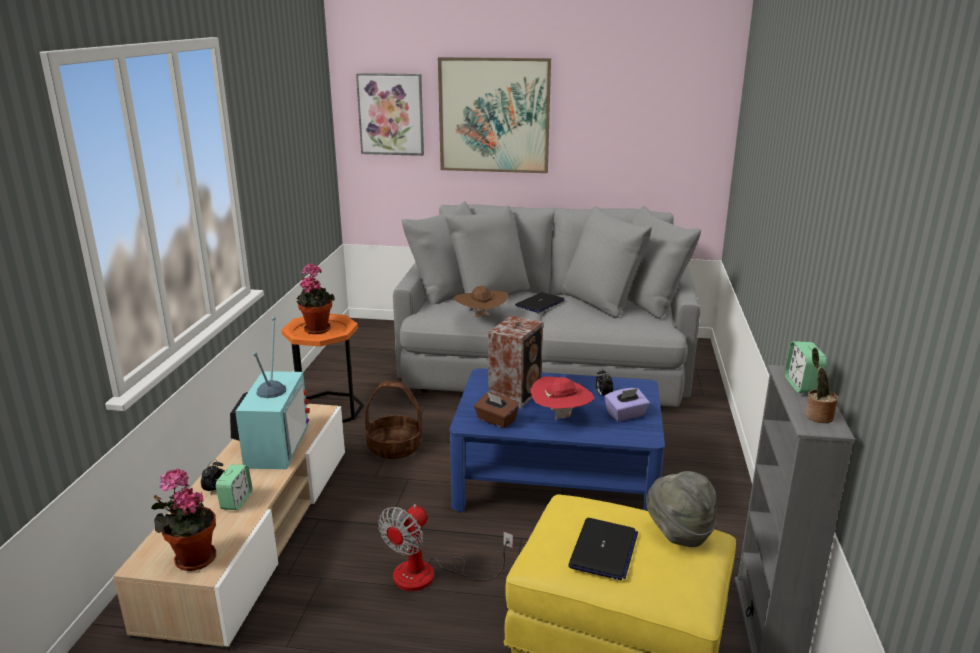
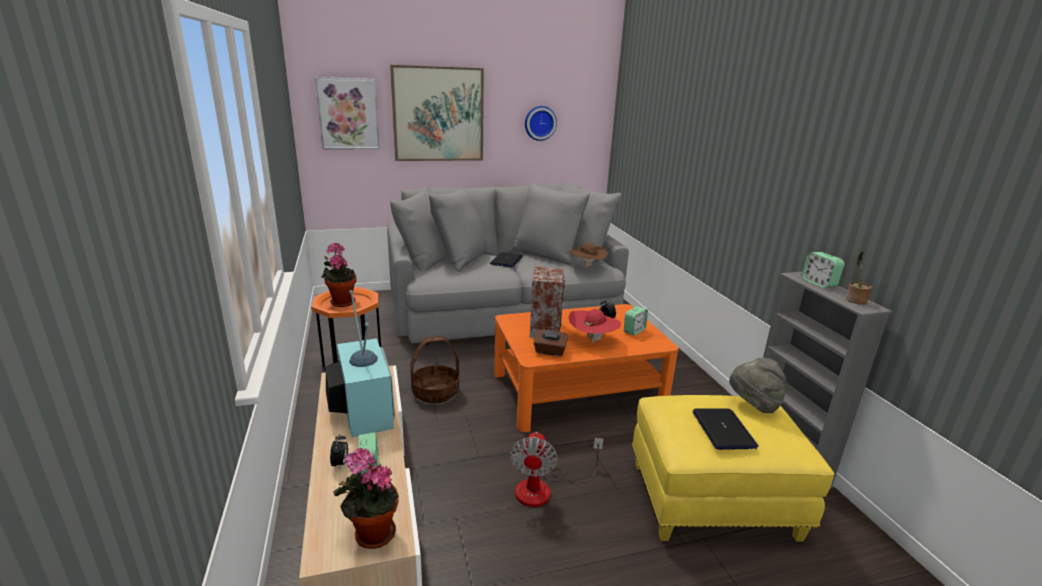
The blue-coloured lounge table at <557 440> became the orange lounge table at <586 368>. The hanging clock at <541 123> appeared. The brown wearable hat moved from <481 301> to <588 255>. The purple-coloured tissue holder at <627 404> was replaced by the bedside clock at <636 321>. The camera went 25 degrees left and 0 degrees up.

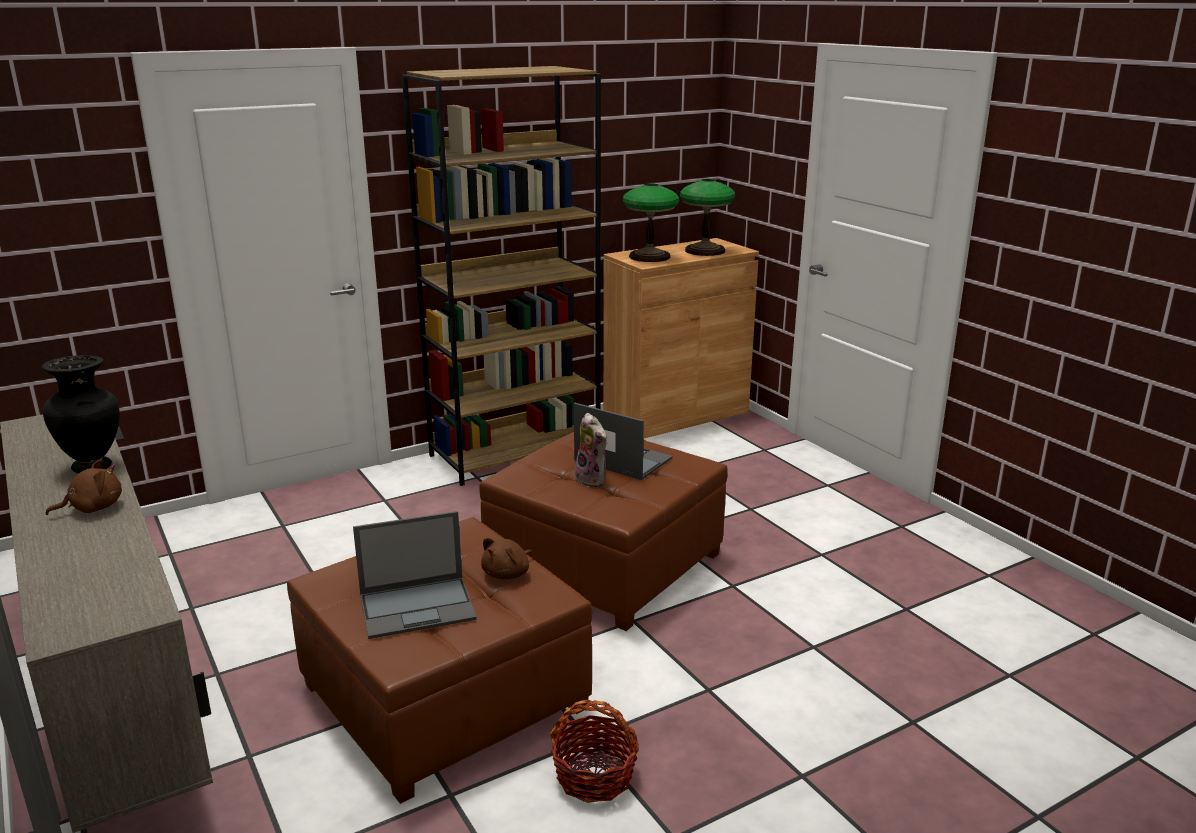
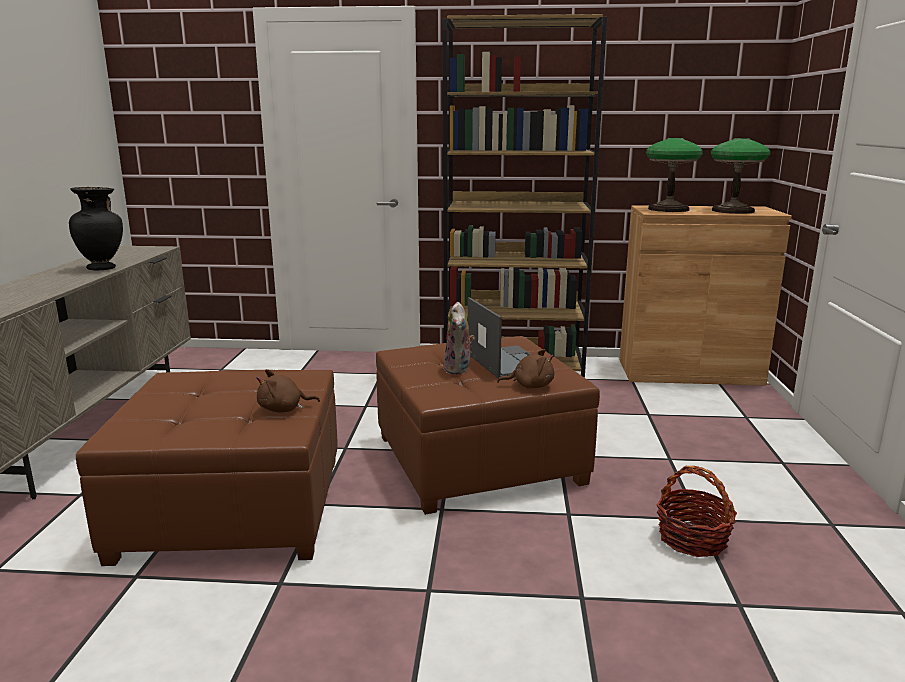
The brown cuddly toy moved from <84 487> to <525 368>. The household basket moved from <594 751> to <697 511>. The laptop at <415 575> disappeared. The camera went 35 degrees right and 5 degrees down.

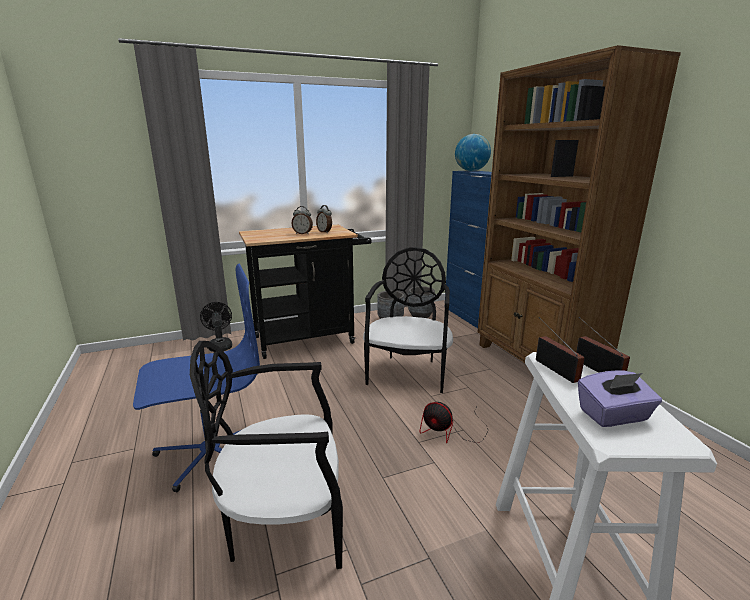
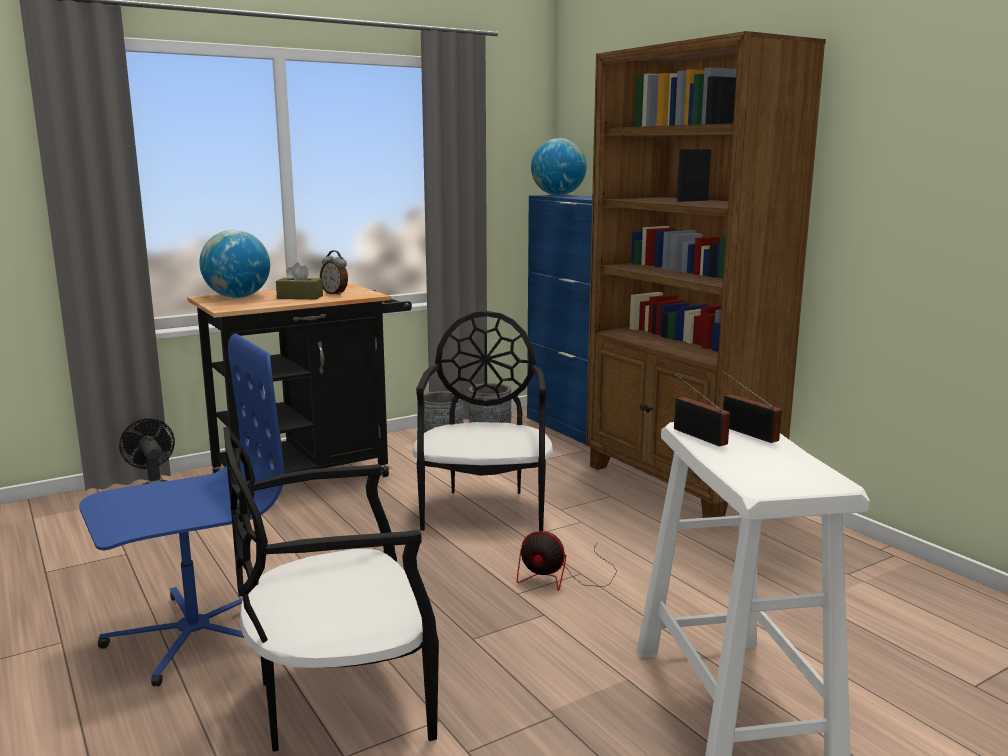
The desk globe at <234 264> appeared. The bedside clock at <302 220> was replaced by the brown tissue holder at <299 280>. The purple-coloured tissue holder at <620 399> disappeared. The camera went 10 degrees left and 5 degrees down.

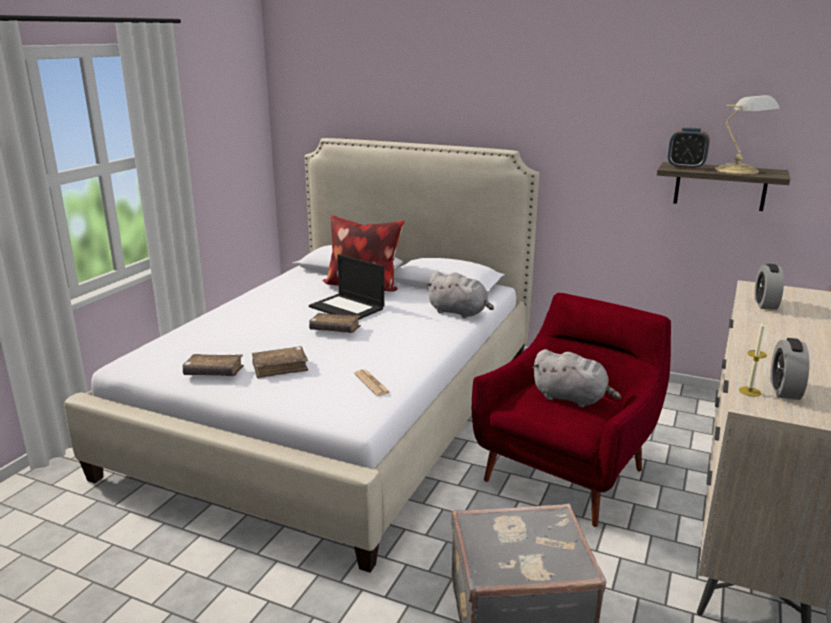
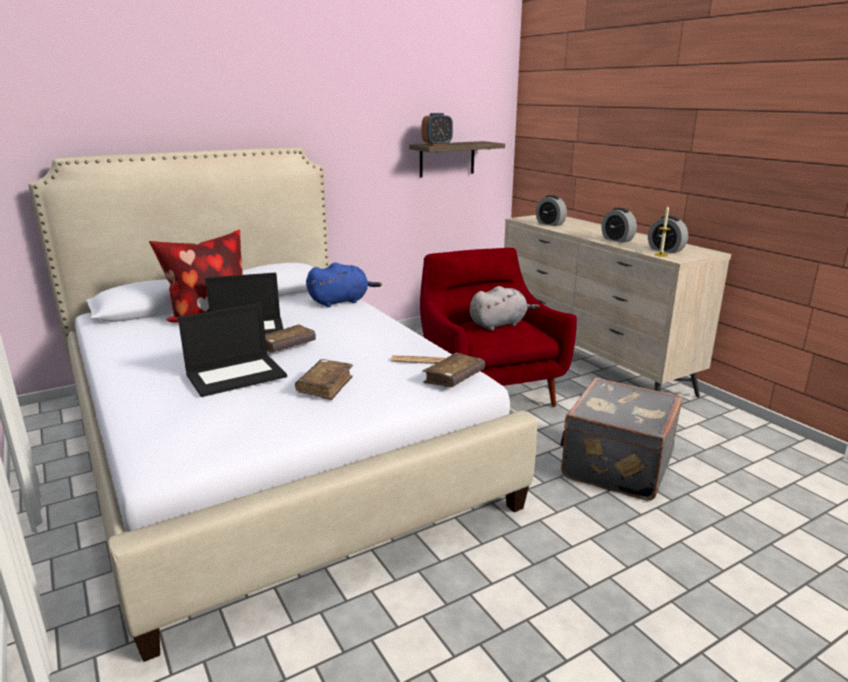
The laptop at <232 350> appeared. The grey cuddly toy at <460 294> became the blue-coloured cuddly toy at <344 285>. The brown book moved from <213 365> to <453 369>. The bedside clock at <619 225> appeared. The table lamp at <747 134> disappeared. The camera went 55 degrees left and 0 degrees up.

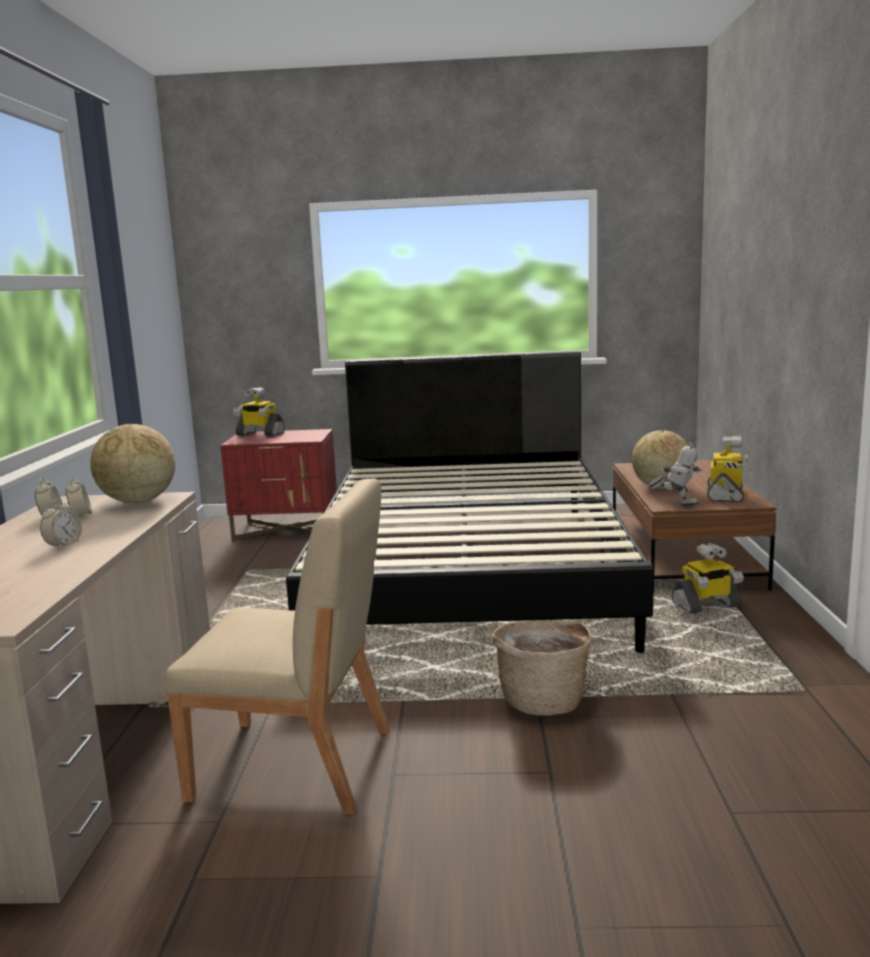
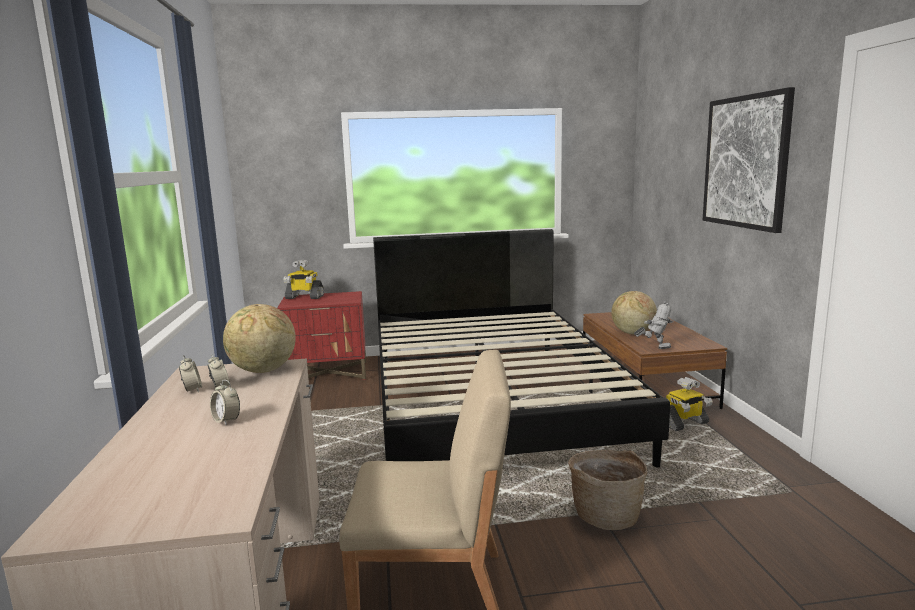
The bedside clock at <61 524> turned 120 degrees clockwise. The picture at <749 160> appeared. The robot figure at <729 469> disappeared. The camera went 10 degrees left and 0 degrees up.

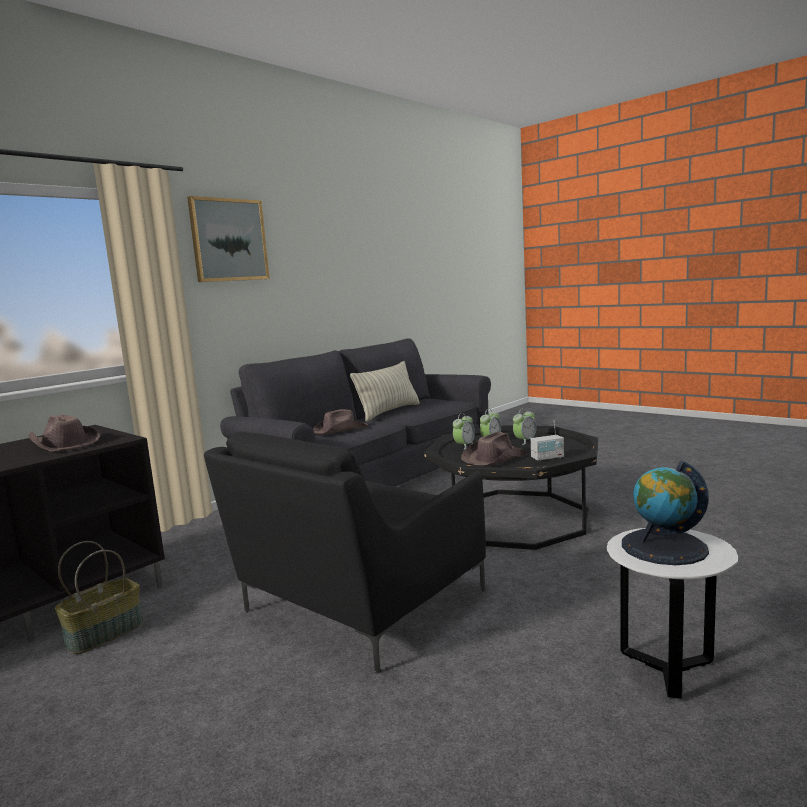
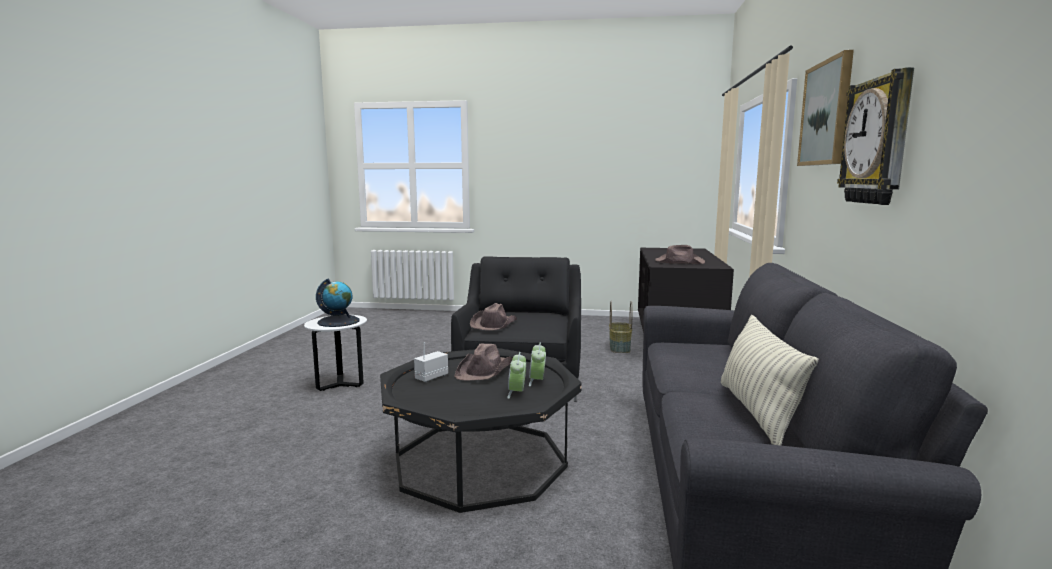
The brown wearable hat moved from <340 422> to <493 316>. The hanging clock at <875 136> appeared. The bedside clock at <525 426> disappeared. The camera went 145 degrees right and 0 degrees up.

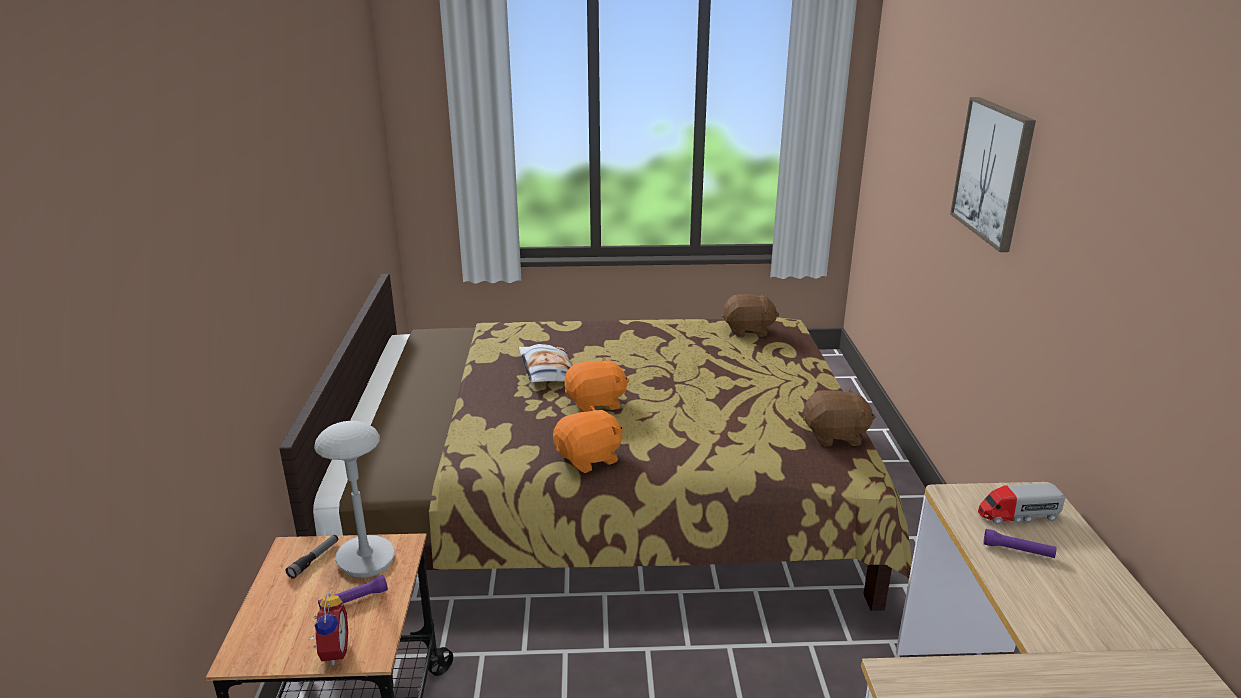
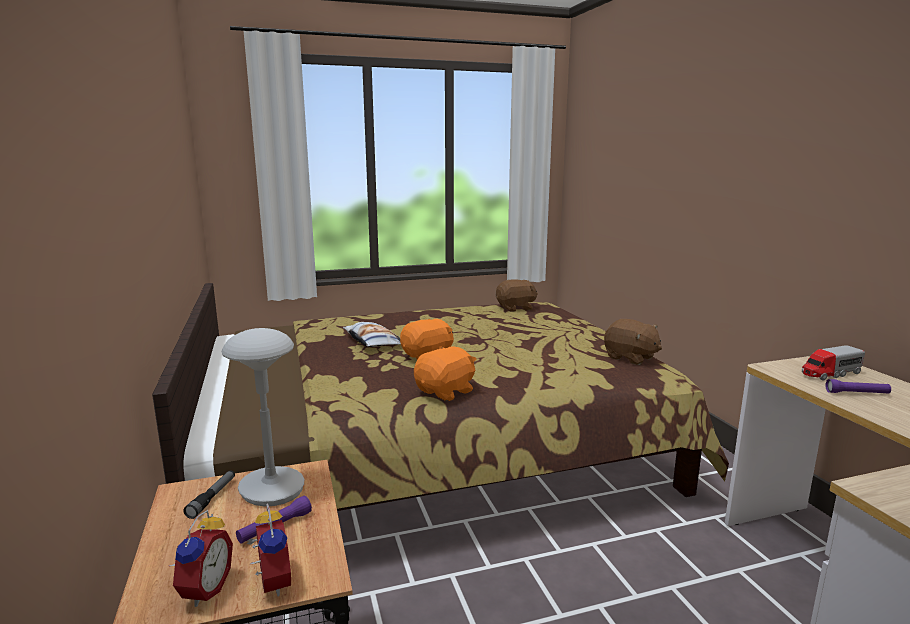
The bedside clock at <200 558> appeared. The brown cuddly toy at <839 417> turned 60 degrees clockwise. The picture at <993 174> disappeared. The camera went 15 degrees left and 10 degrees down.

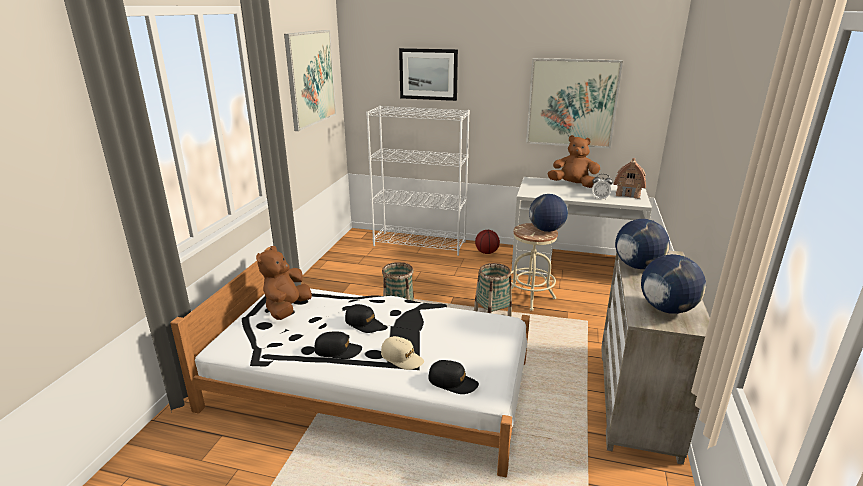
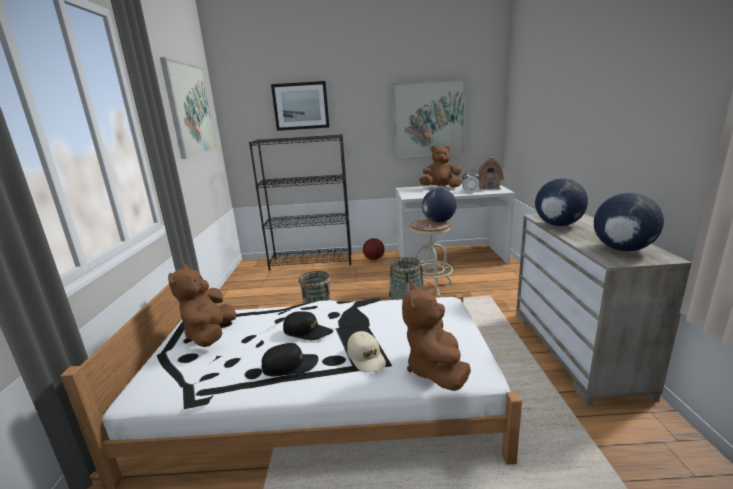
The white bookcase at <418 181> became the black-coloured bookcase at <300 202>. The sand-coloured cap at <402 353> turned 45 degrees clockwise. The black-coloured cap at <453 377> was replaced by the brown cuddly toy at <436 337>. The camera went 15 degrees left and 5 degrees down.

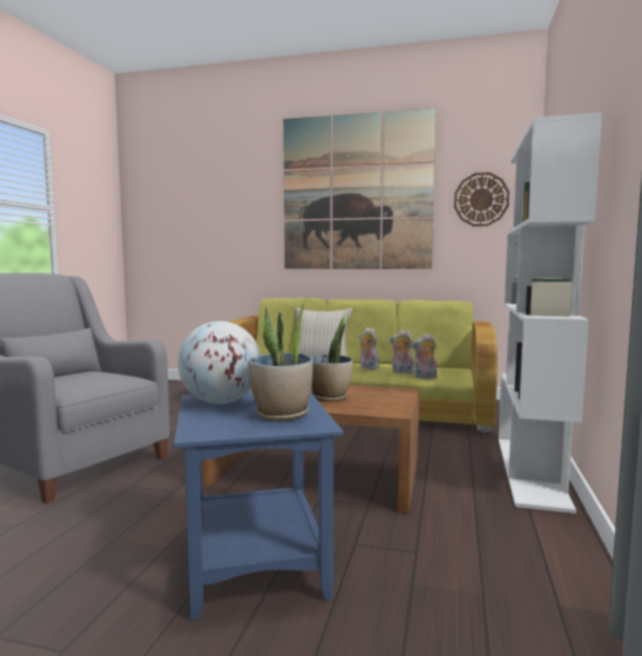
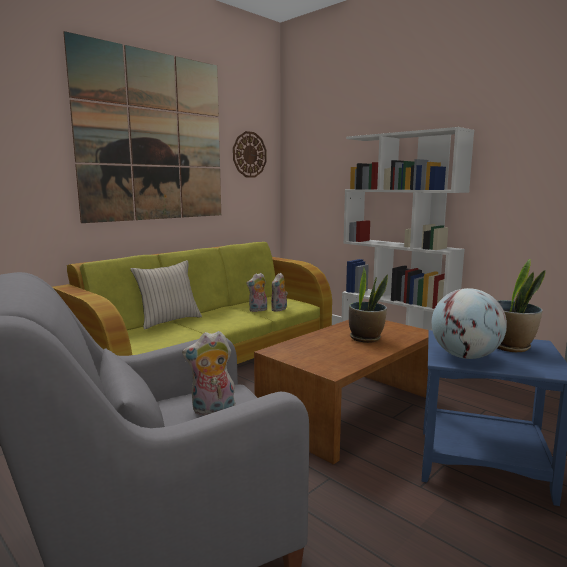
The cuddly toy moved from <369 348> to <208 373>. The camera went 60 degrees left and 5 degrees up.

